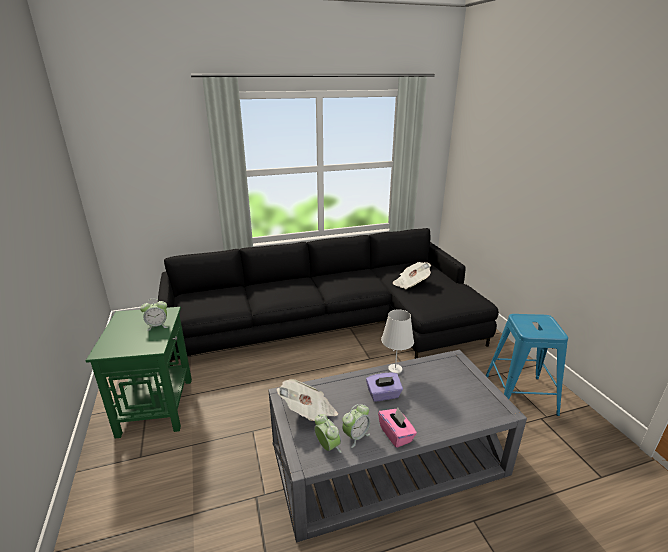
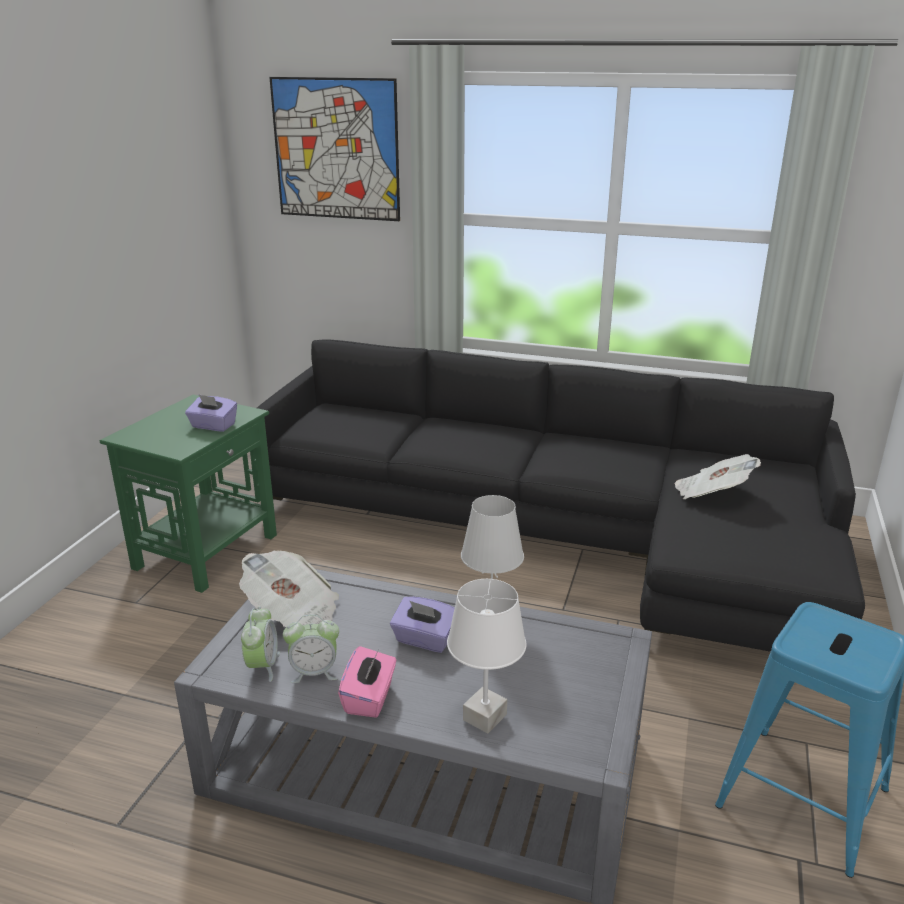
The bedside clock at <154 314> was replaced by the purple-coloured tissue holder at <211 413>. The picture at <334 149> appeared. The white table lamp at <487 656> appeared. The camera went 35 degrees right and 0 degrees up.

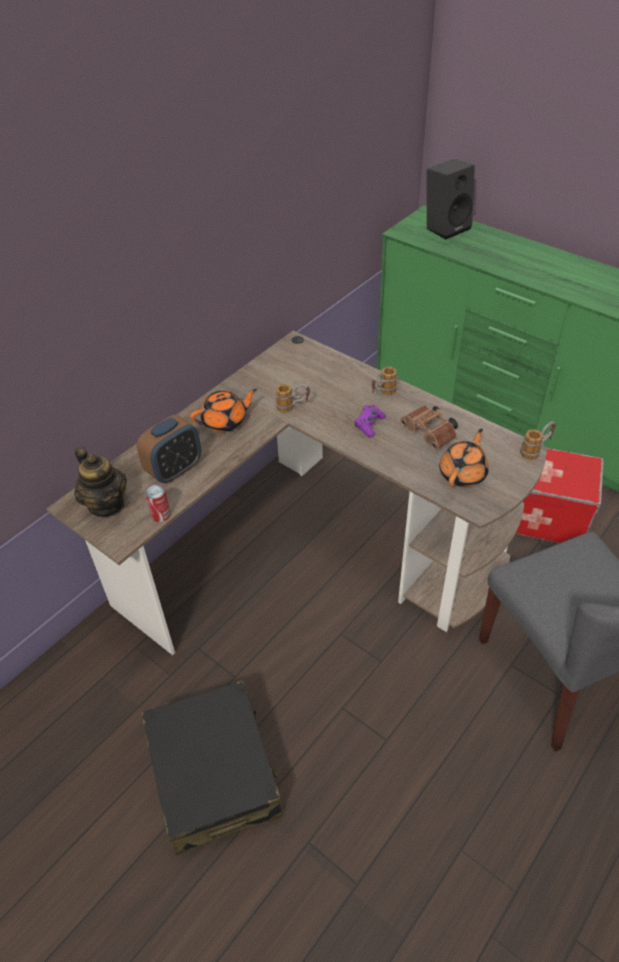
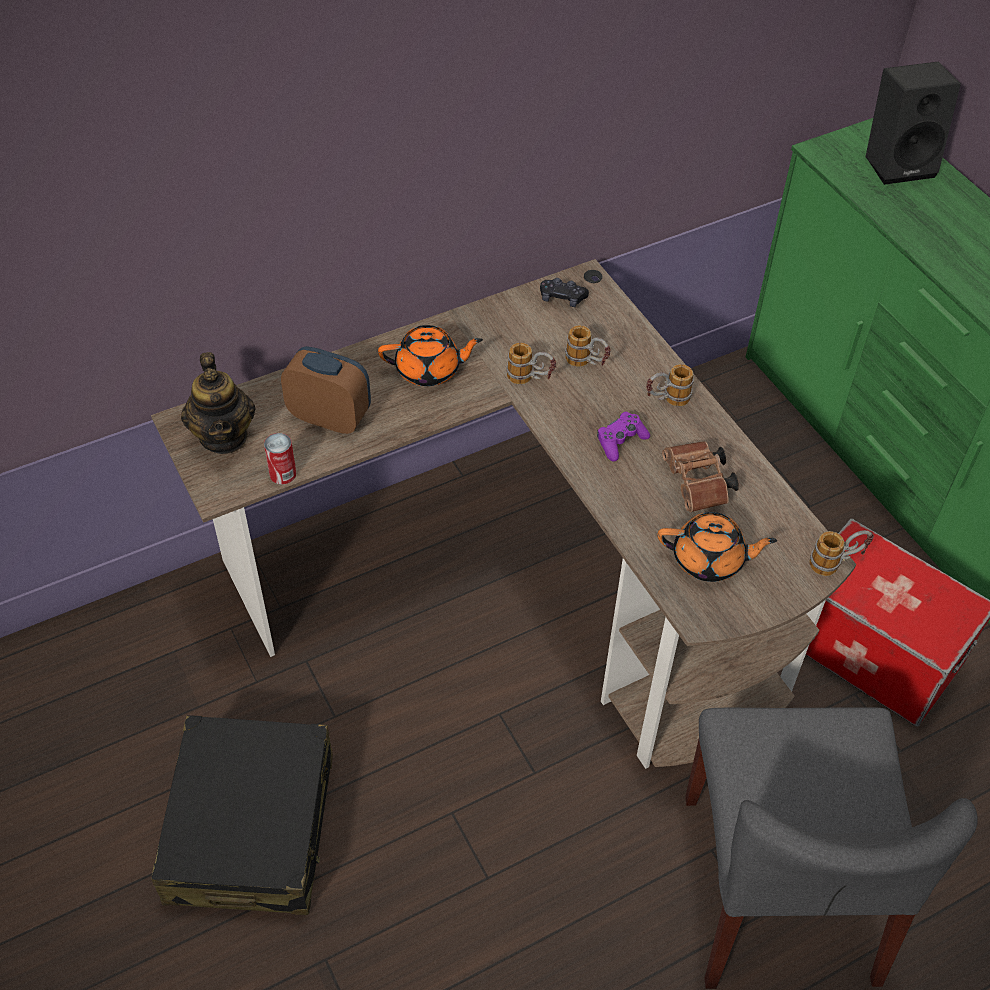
The bedside clock at <169 449> turned 135 degrees counterclockwise. The black-coloured gamepad at <564 292> appeared. The mug at <588 346> appeared. The orange pot for tea at <464 457> turned 45 degrees clockwise. The camera went 20 degrees right and 5 degrees up.

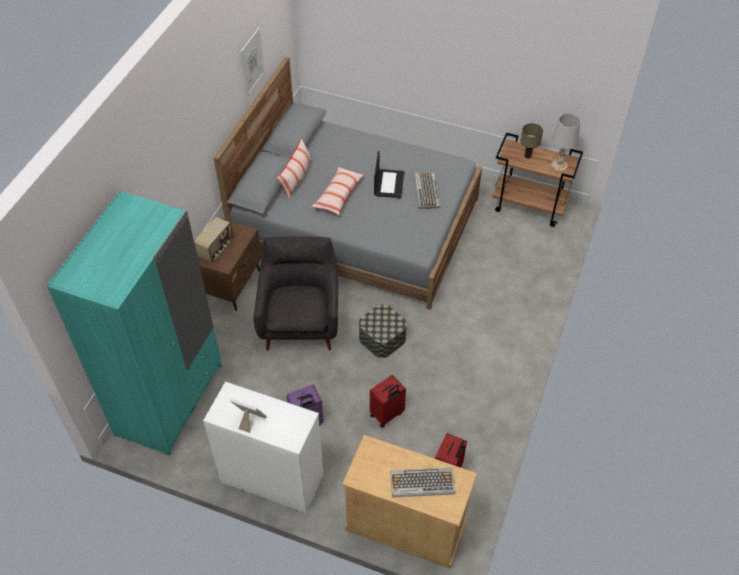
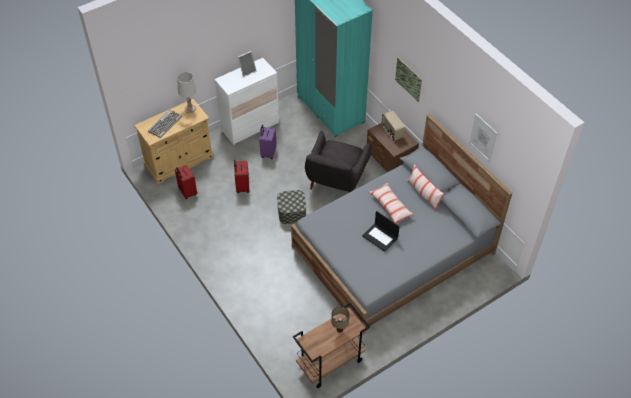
The white table lamp moved from <565 142> to <187 92>. The grey lounge chair at <296 294> turned 75 degrees clockwise. The picture at <408 79> appeared. The PC keyboard at <427 191> disappeared. The camera went 125 degrees right and 0 degrees up.

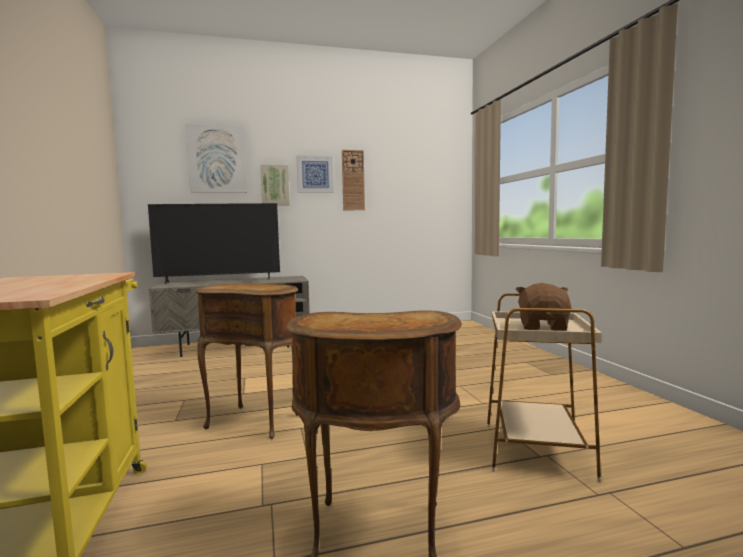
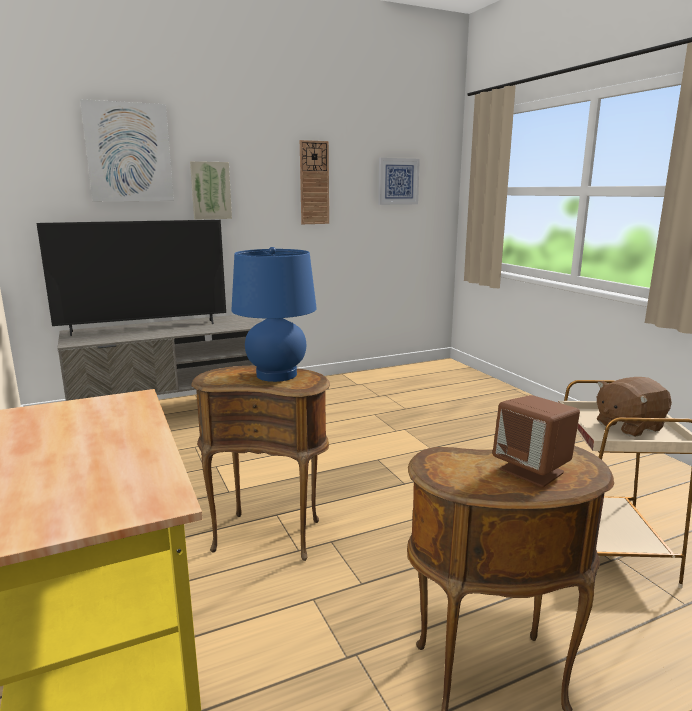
The blue-coloured table lamp at <274 314> appeared. The picture moved from <315 174> to <399 181>. The brown audio speaker at <536 441> appeared. The brown cuddly toy at <543 307> turned 120 degrees counterclockwise. The camera went 10 degrees left and 10 degrees up.

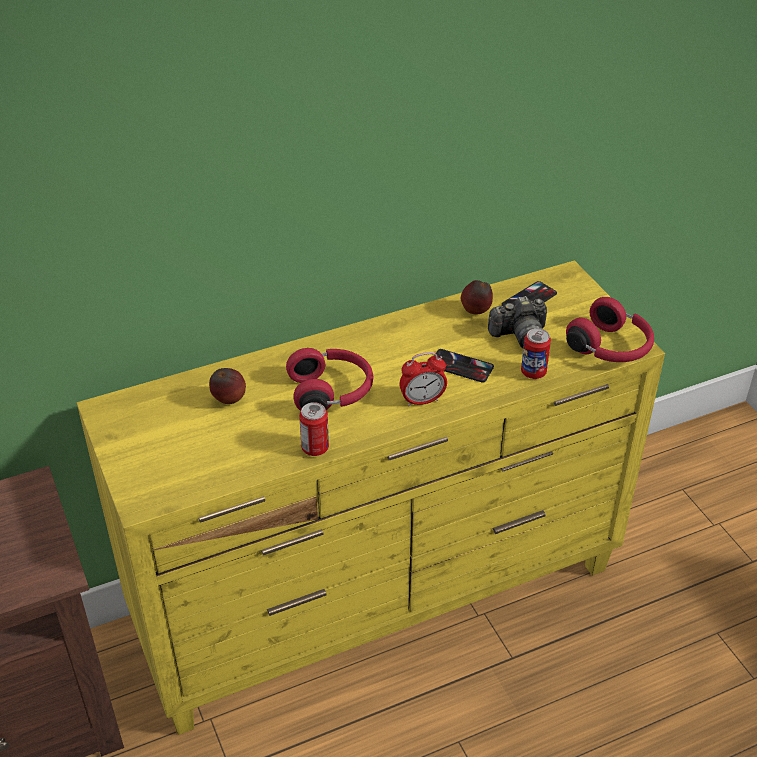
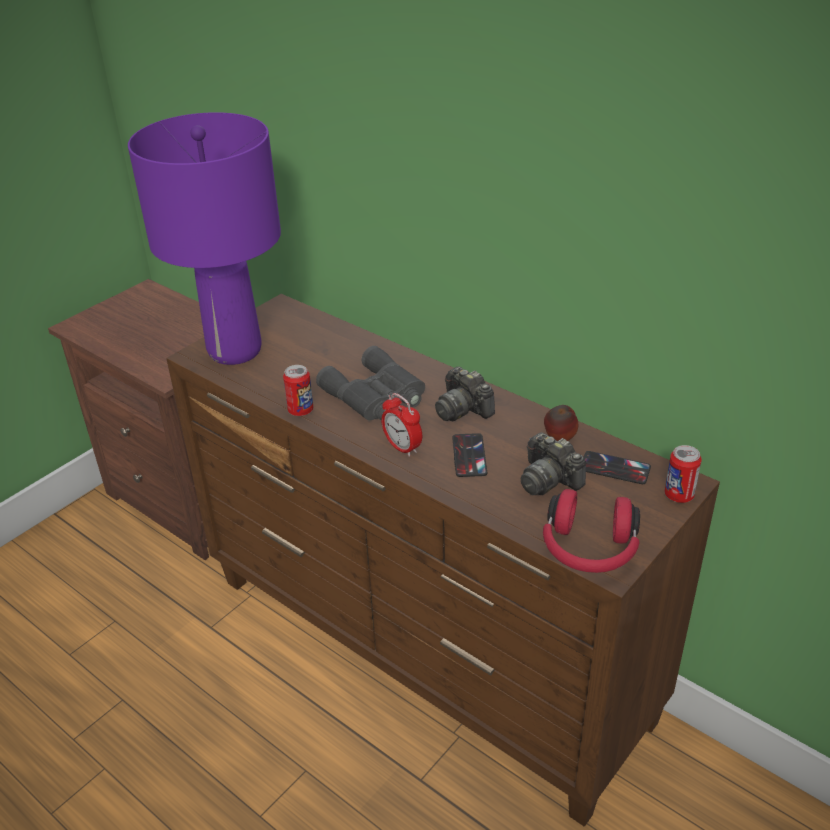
The purple-coloured table lamp at <204 238> appeared. The yellow drawer chest at <371 497> became the brown drawer chest at <443 560>. The red headset at <329 379> was replaced by the grey field glasses at <370 383>. The still camera at <465 393> appeared. The sealed can moved from <536 353> to <683 474>. The apple at <227 386> disappeared. The camera went 65 degrees right and 5 degrees down.

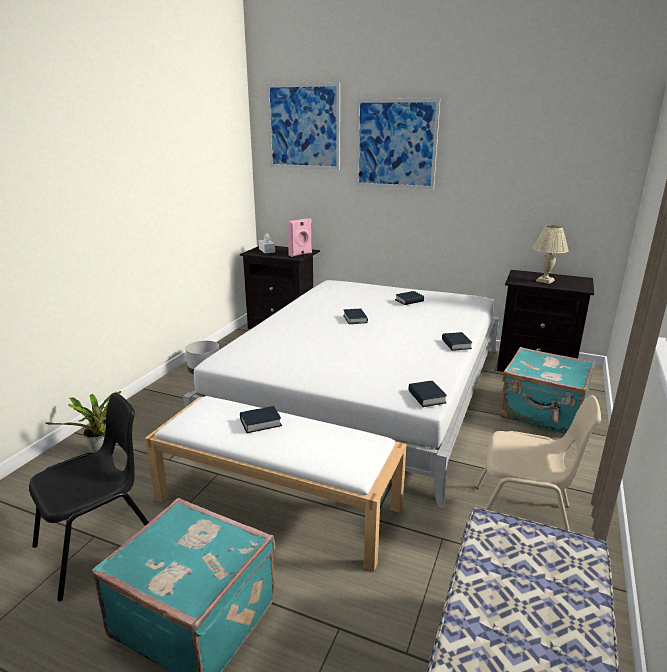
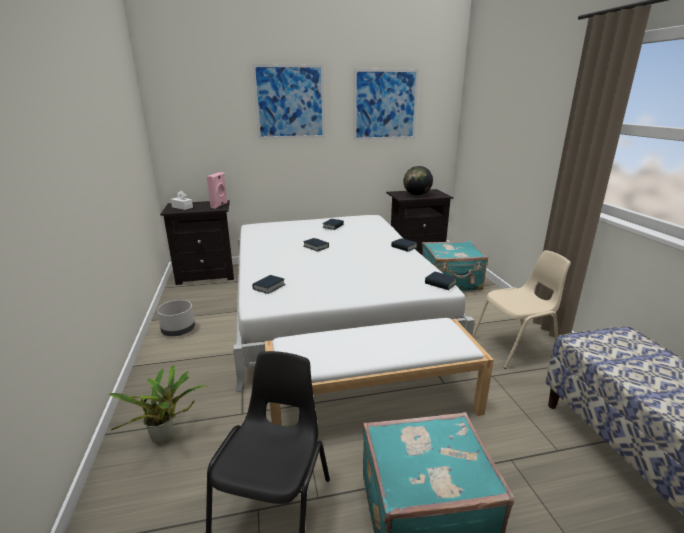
The book moved from <261 419> to <269 284>. The picture moved from <303 126> to <386 104>. The sand-coloured table lamp at <550 254> was replaced by the desk globe at <418 181>. The camera went 35 degrees left and 0 degrees up.

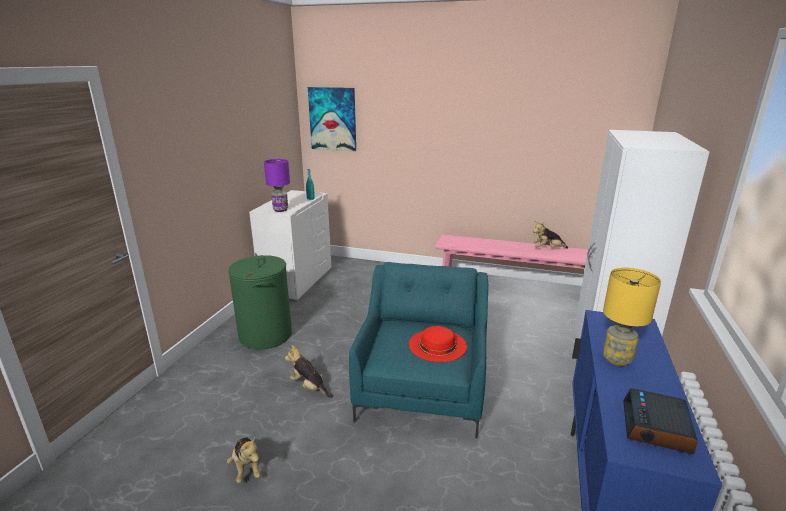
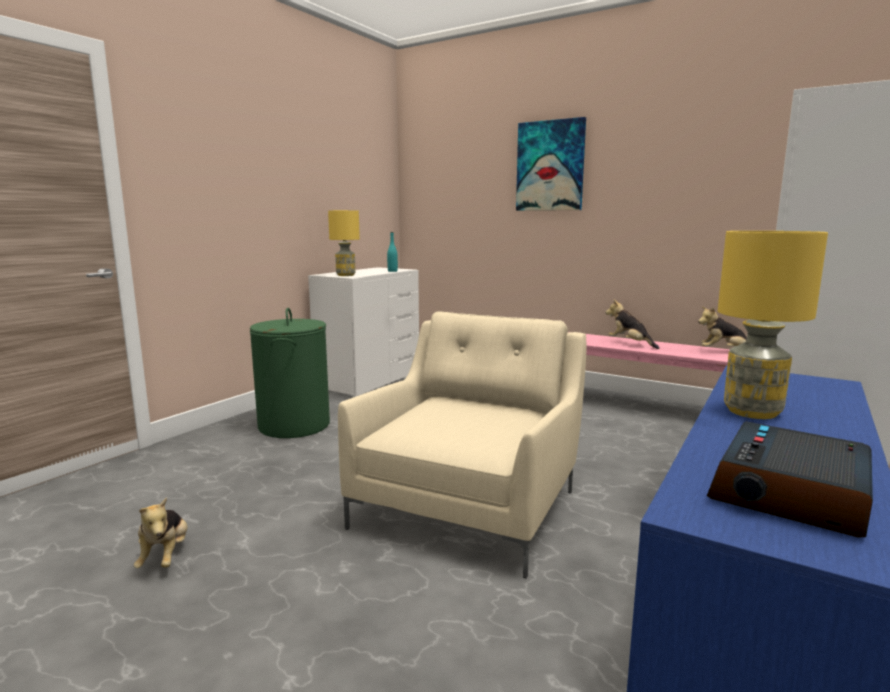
The purple-coloured table lamp at <277 185> became the yellow table lamp at <344 243>. The blue-green lounge chair at <418 350> became the sand-coloured lounge chair at <462 445>. The picture moved from <332 119> to <551 164>. The cuddly toy moved from <309 371> to <632 324>. The red wearable hat at <438 344> disappeared. The camera went 15 degrees right and 10 degrees down.

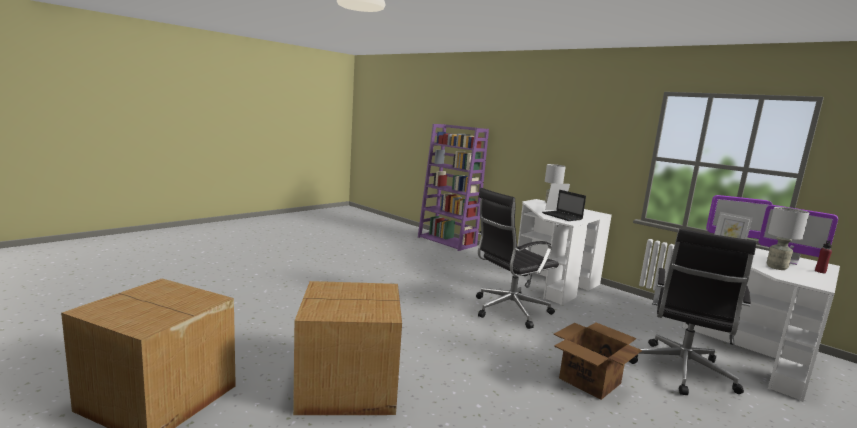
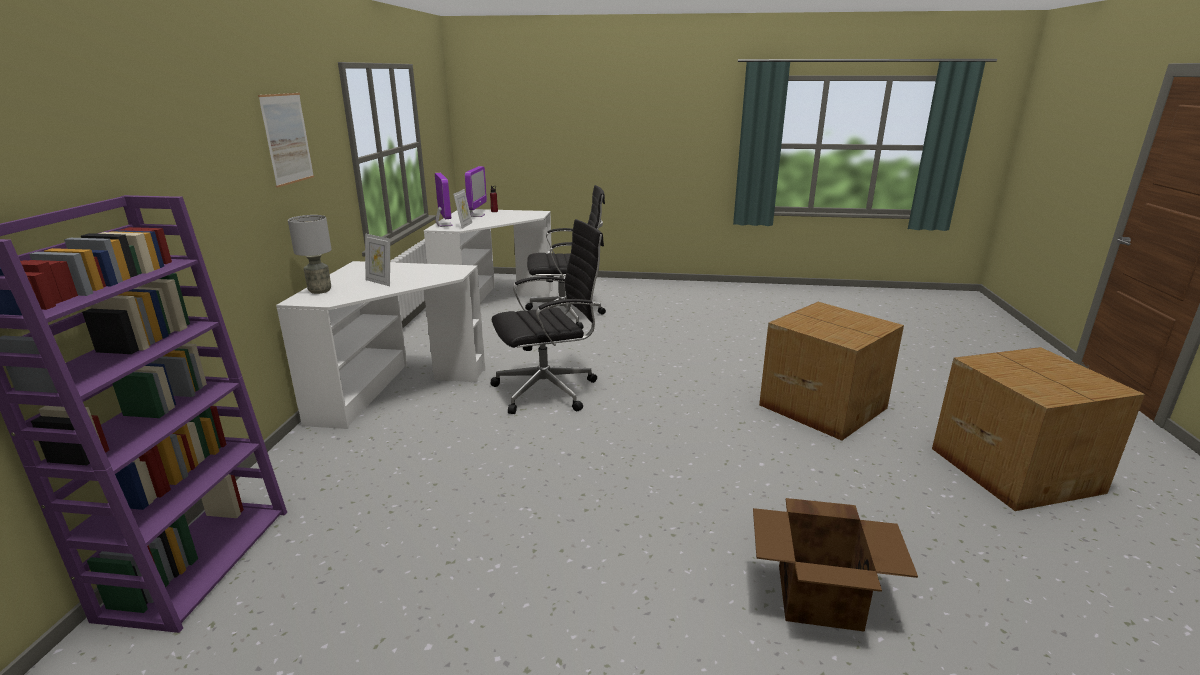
The picture at <286 140> appeared. The black-coloured computer chair at <517 258> turned 45 degrees counterclockwise. The carton moved from <598 361> to <835 565>. The laptop at <564 205> disappeared. The grey table lamp at <788 238> disappeared. The camera went 125 degrees left and 10 degrees up.

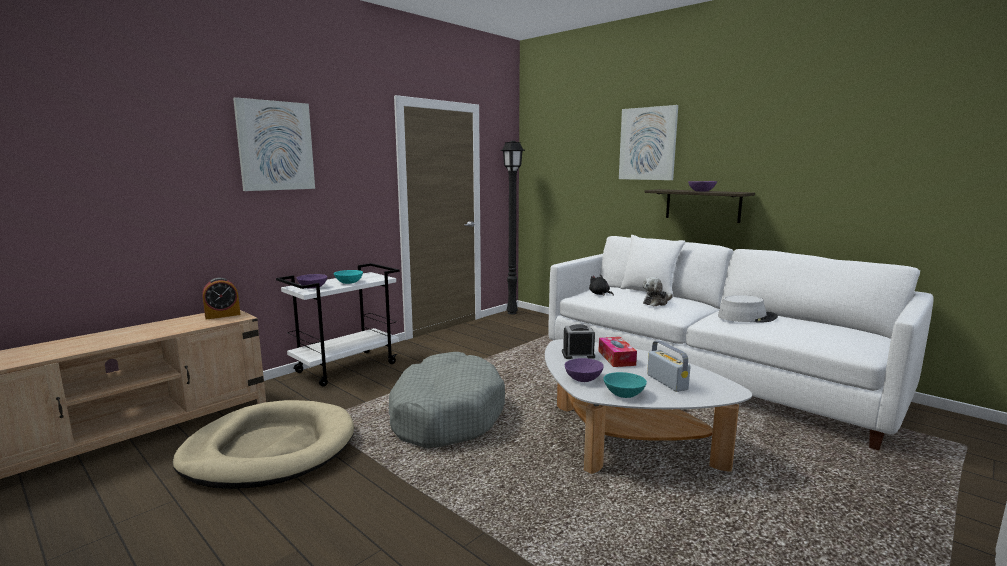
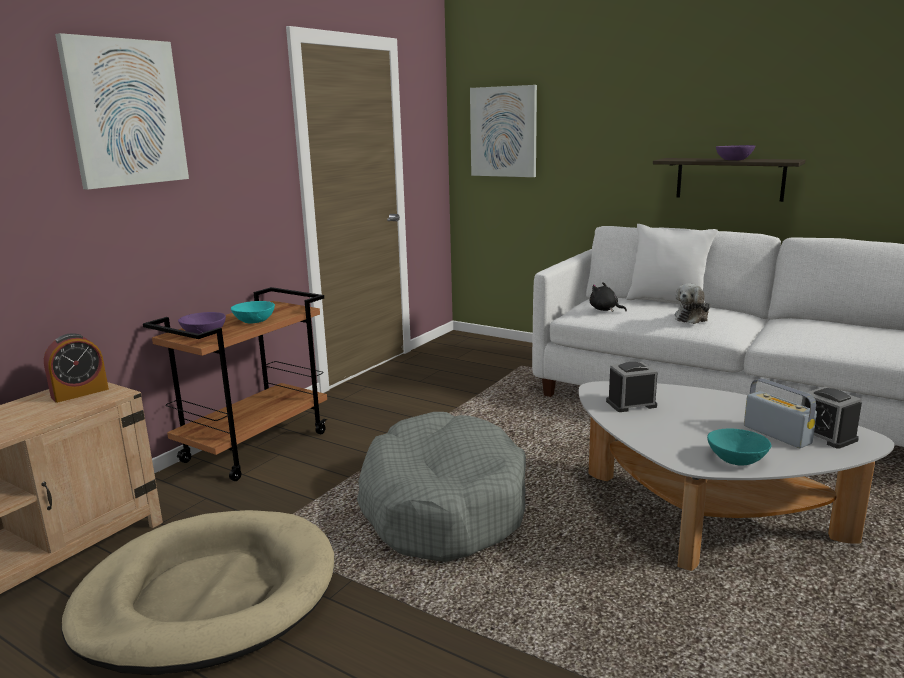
The white wheeled cart at <338 325> became the brown wheeled cart at <235 384>. The picture moved from <648 142> to <503 131>. The bedside clock at <832 418> appeared. The black-coloured standing lamp at <513 227> disappeared. The purple-coloured deep dish at <584 370> disappeared. The tissue holder at <617 352> disappeared. The grey wearable hat at <748 308> disappeared. The camera went 10 degrees left and 5 degrees up.

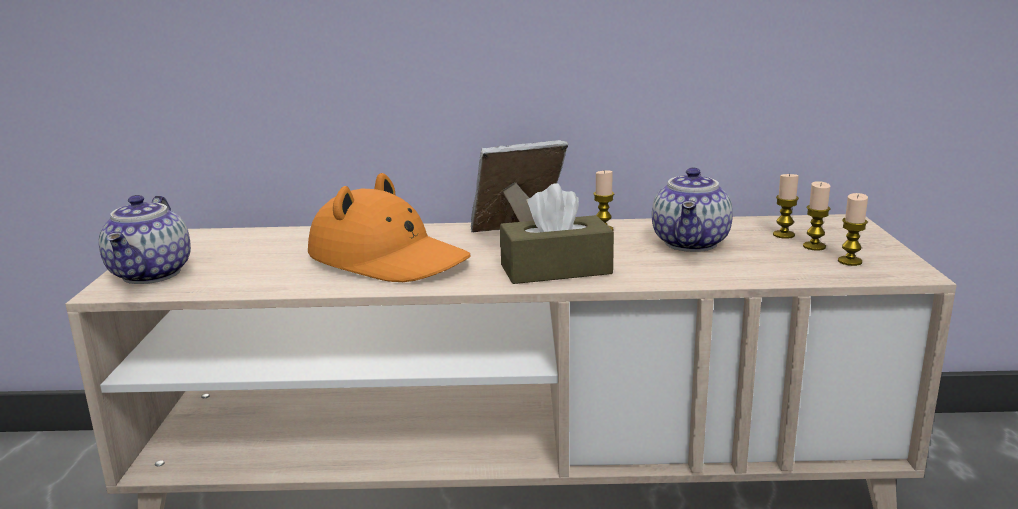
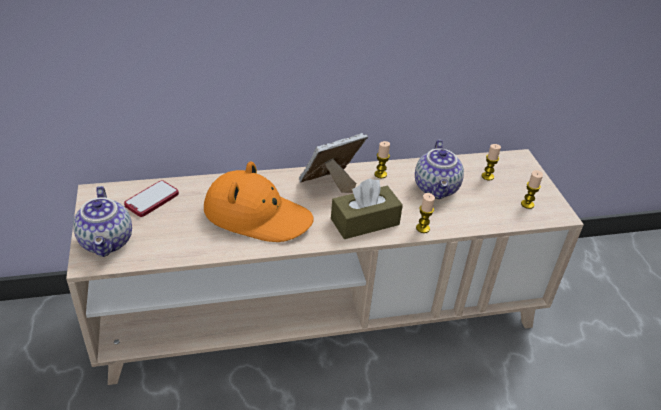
The telephone at <151 198> appeared. The wax light moved from <816 216> to <425 213>. The camera went 15 degrees left and 20 degrees up.

